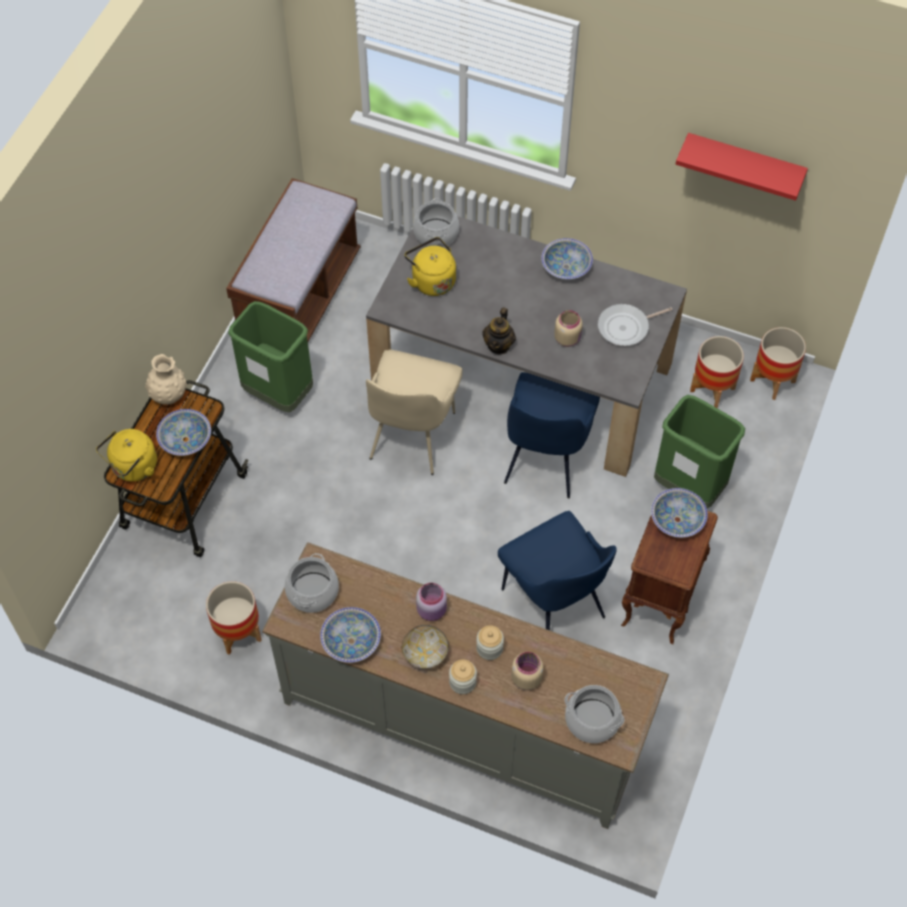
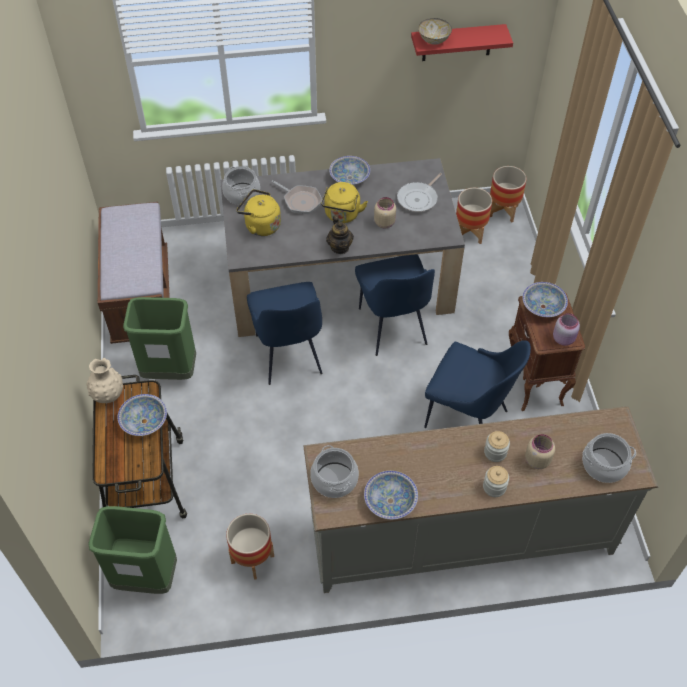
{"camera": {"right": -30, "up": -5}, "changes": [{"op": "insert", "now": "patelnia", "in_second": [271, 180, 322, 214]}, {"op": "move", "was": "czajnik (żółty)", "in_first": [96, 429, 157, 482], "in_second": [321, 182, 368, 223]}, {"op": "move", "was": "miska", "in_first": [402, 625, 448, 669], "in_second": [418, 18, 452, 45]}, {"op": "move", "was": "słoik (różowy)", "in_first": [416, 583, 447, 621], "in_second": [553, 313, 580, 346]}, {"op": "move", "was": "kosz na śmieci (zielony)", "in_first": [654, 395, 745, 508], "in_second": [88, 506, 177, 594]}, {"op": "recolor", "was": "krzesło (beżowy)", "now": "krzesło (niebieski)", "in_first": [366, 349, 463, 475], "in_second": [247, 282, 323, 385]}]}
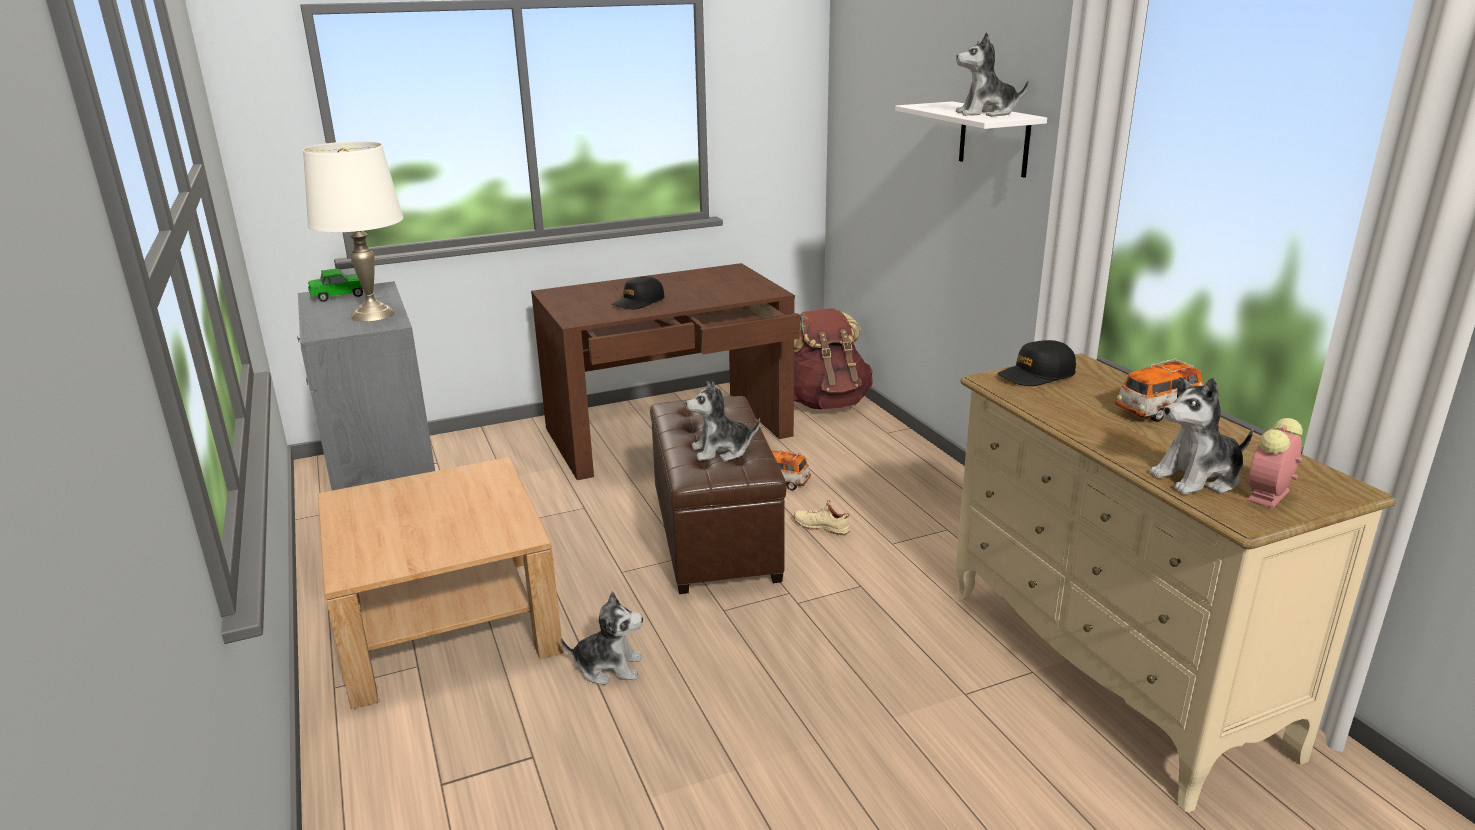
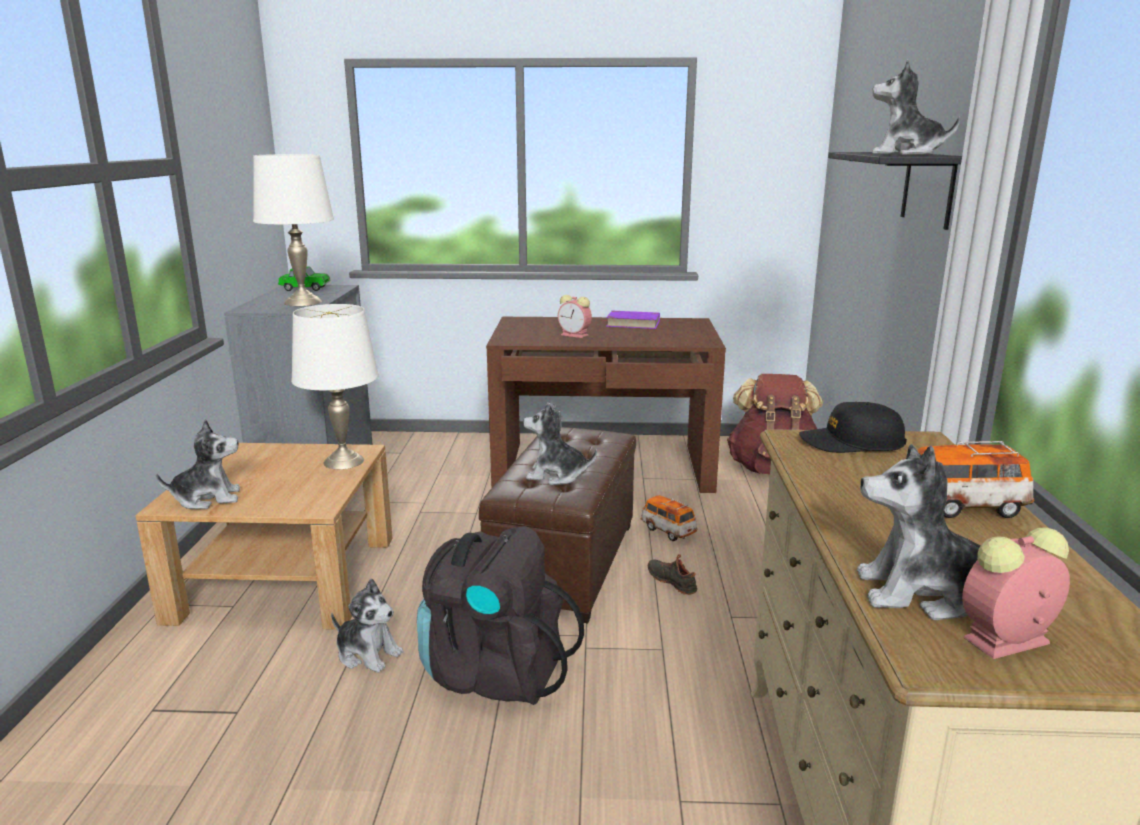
{"camera": {"right": 25, "up": -5}, "changes": [{"op": "insert", "now": "pluszak", "in_second": [156, 419, 240, 509]}, {"op": "insert", "now": "lampa stołowa (biały)", "in_second": [291, 304, 379, 469]}, {"op": "insert", "now": "plecak (czarny)", "in_second": [417, 526, 584, 705]}, {"op": "insert", "now": "książka (fioletowy)", "in_second": [602, 311, 660, 329]}, {"op": "replace", "was": "czapka z daszkiem (czarny)", "now": "budzik", "in_first": [612, 276, 665, 309], "in_second": [558, 295, 592, 338]}, {"op": "recolor", "was": "but (beżowy)", "now": "but (czarny)", "in_first": [794, 500, 850, 535], "in_second": [648, 554, 697, 595]}, {"op": "recolor", "was": "półka (biały)", "now": "półka (czarny)", "in_first": [895, 101, 1047, 178], "in_second": [828, 152, 962, 230]}]}
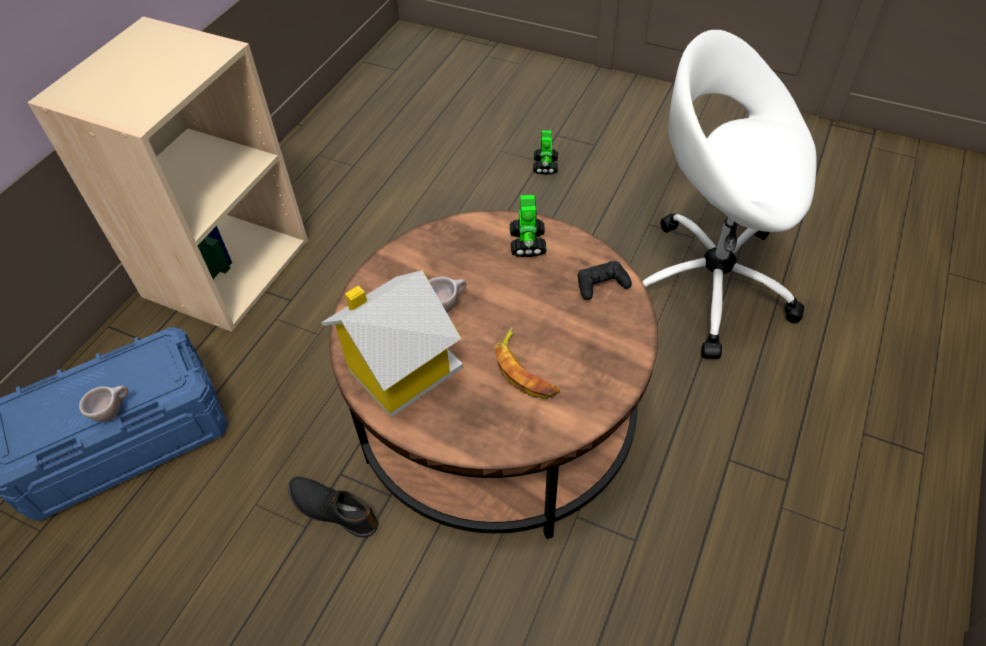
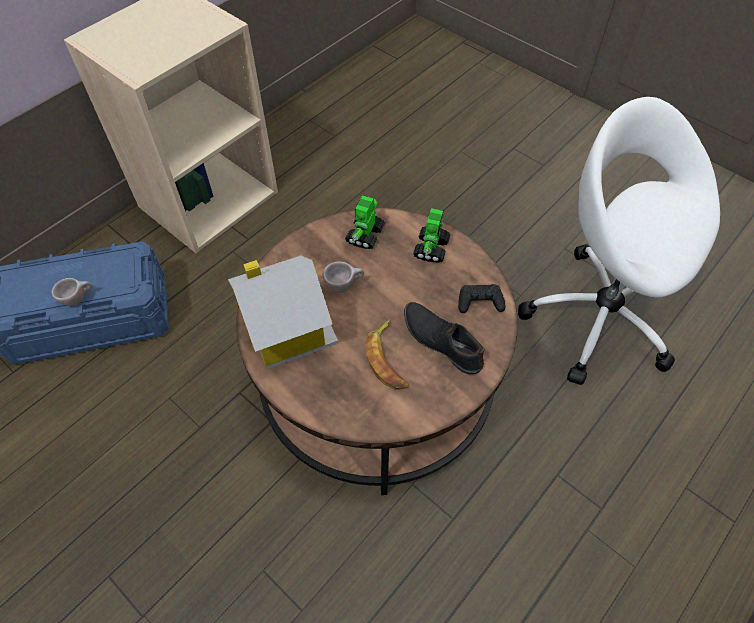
{"camera": {"right": 15, "up": 5}, "changes": [{"op": "move", "was": "but (czarny)", "in_first": [288, 477, 379, 537], "in_second": [404, 302, 484, 374]}, {"op": "move", "was": "robot zabawkowy", "in_first": [533, 130, 558, 175], "in_second": [345, 195, 385, 249]}]}
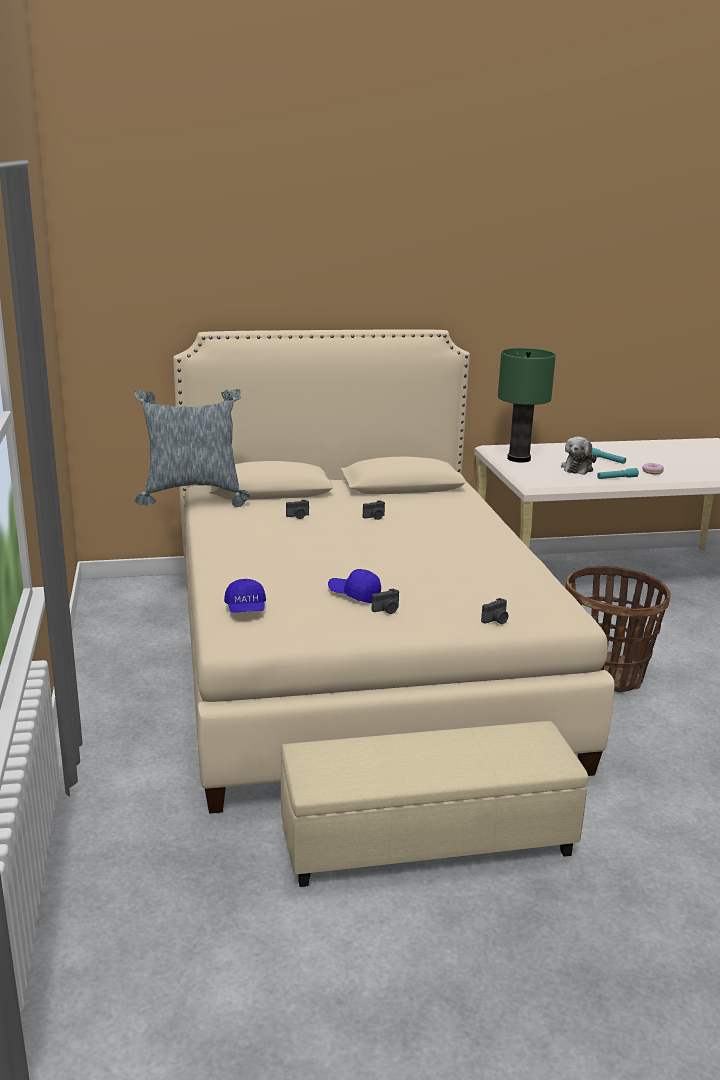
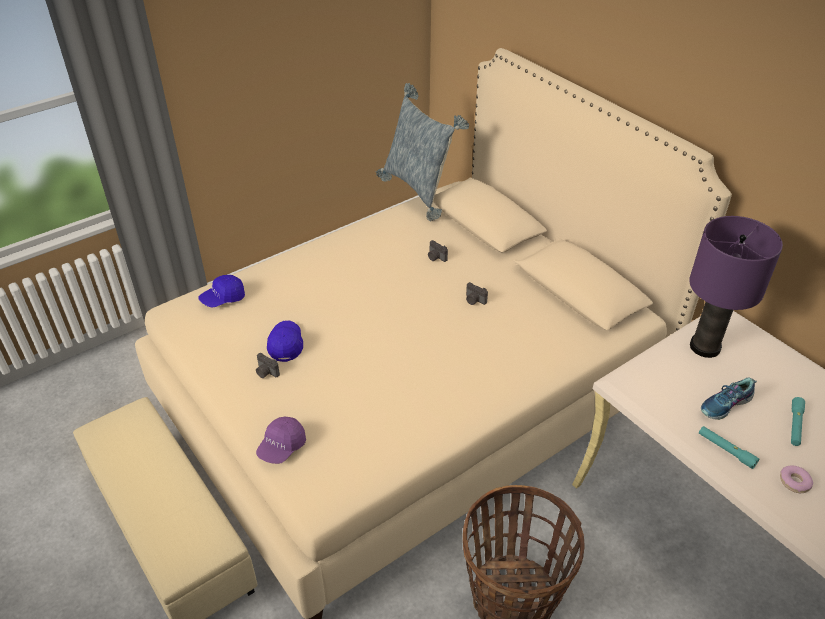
{"camera": {"right": 65, "up": 20}, "changes": [{"op": "replace", "was": "aparat fotograficzny", "now": "czapka z daszkiem (fioletowy)", "in_first": [481, 598, 508, 624], "in_second": [256, 416, 306, 464]}, {"op": "replace", "was": "pluszak", "now": "but", "in_first": [561, 437, 597, 475], "in_second": [701, 377, 757, 420]}, {"op": "recolor", "was": "lampa stołowa (zielony)", "now": "lampa stołowa (fioletowy)", "in_first": [498, 348, 556, 463], "in_second": [689, 216, 783, 358]}]}
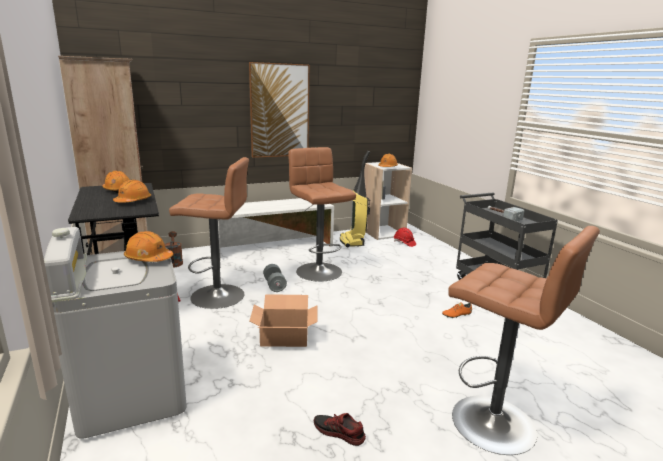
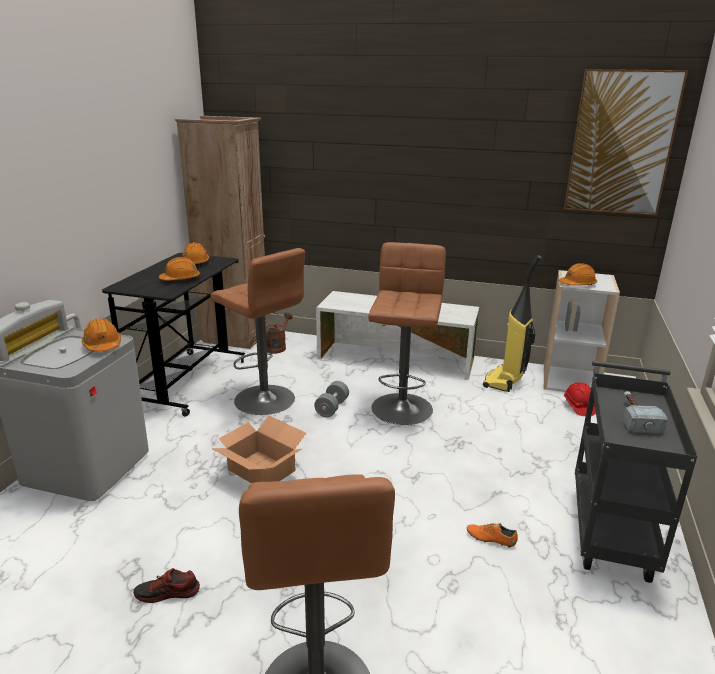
{"camera": {"right": 40, "up": 5}, "changes": [{"op": "move", "was": "obraz", "in_first": [249, 62, 309, 158], "in_second": [564, 69, 688, 216]}, {"op": "rotate", "was": "but", "in_first": [314, 413, 366, 446], "in_second": [133, 568, 200, 603], "clockwise": -75}]}
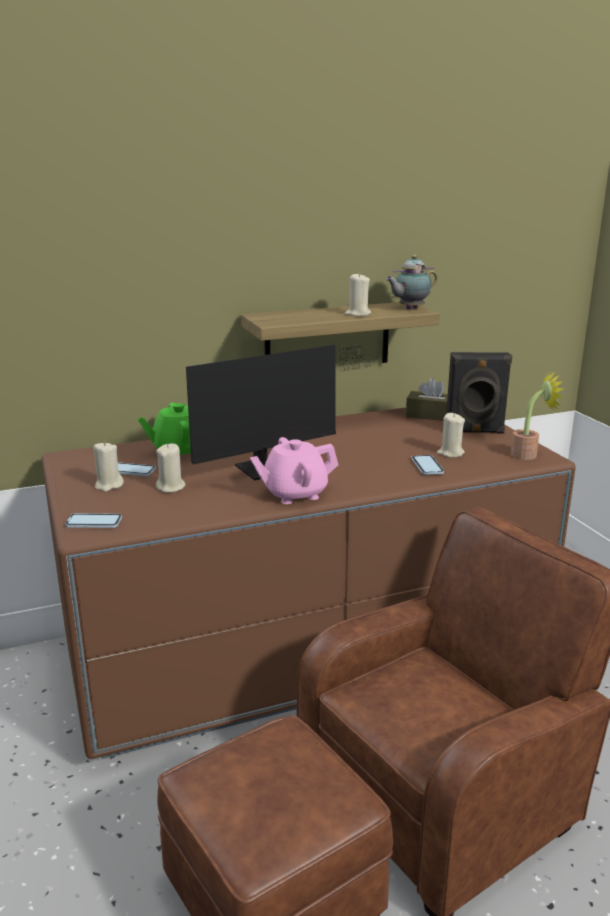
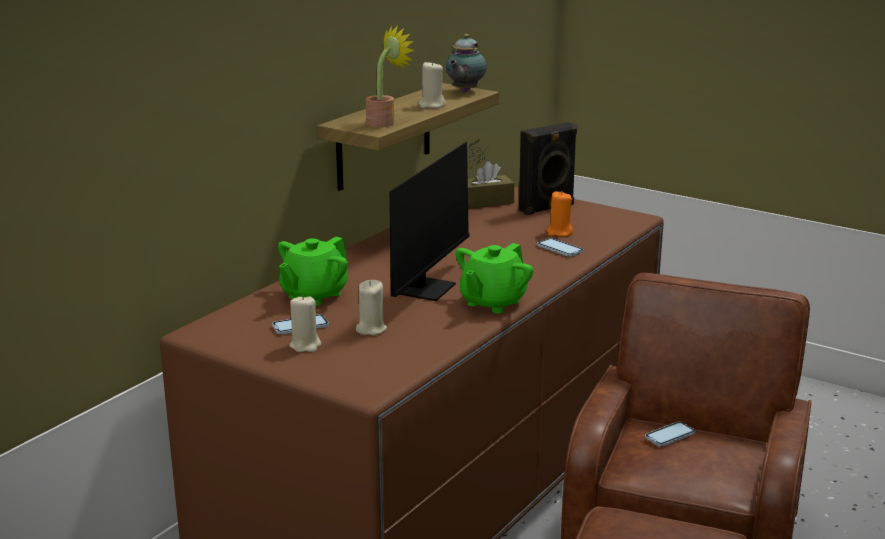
{"camera": {"right": -35, "up": 0}, "changes": [{"op": "move", "was": "telefon", "in_first": [65, 513, 122, 528], "in_second": [645, 421, 696, 447]}, {"op": "move", "was": "roślina doniczkowa", "in_first": [511, 371, 564, 460], "in_second": [366, 25, 415, 127]}, {"op": "recolor", "was": "imbryk (różowy)", "now": "imbryk (zielony)", "in_first": [250, 437, 338, 504], "in_second": [456, 243, 533, 313]}, {"op": "recolor", "was": "świeca (beżowy)", "now": "świeca (pomarańczowy)", "in_first": [437, 413, 465, 458], "in_second": [547, 191, 573, 237]}]}
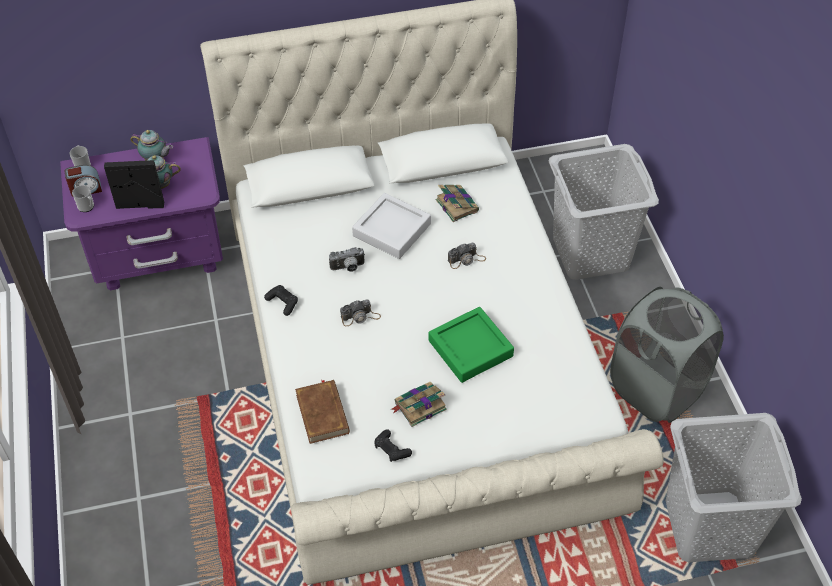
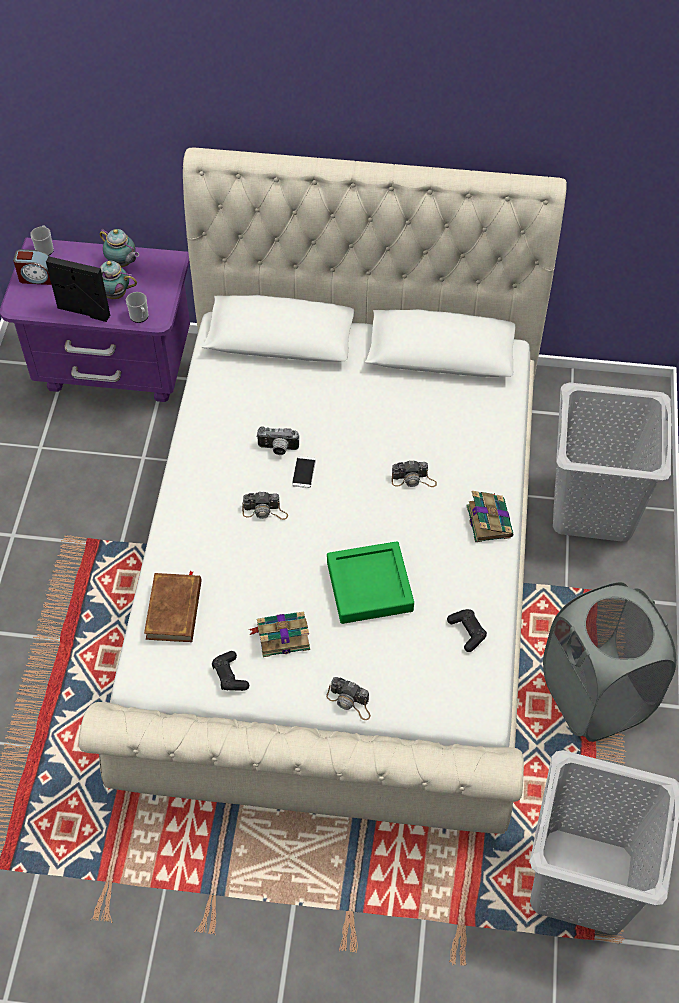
{"camera": {"right": 20, "up": 5}, "changes": [{"op": "delete", "was": "taca (szary)", "in_first": [352, 193, 431, 259]}, {"op": "insert", "now": "telefon", "in_second": [292, 456, 316, 488]}, {"op": "insert", "now": "aparat fotograficzny", "in_second": [326, 677, 371, 720]}, {"op": "move", "was": "kubek", "in_first": [72, 185, 94, 212], "in_second": [126, 292, 149, 323]}, {"op": "move", "was": "pad do gier (czarny)", "in_first": [264, 285, 298, 316], "in_second": [447, 609, 487, 652]}, {"op": "move", "was": "książka", "in_first": [436, 185, 479, 222], "in_second": [466, 491, 513, 542]}]}
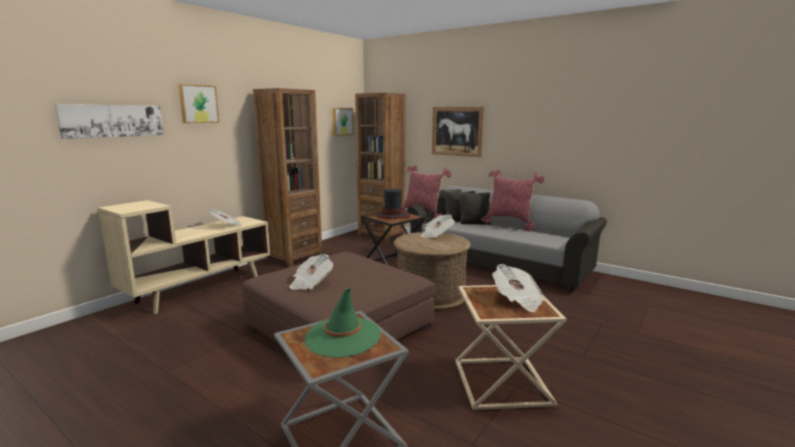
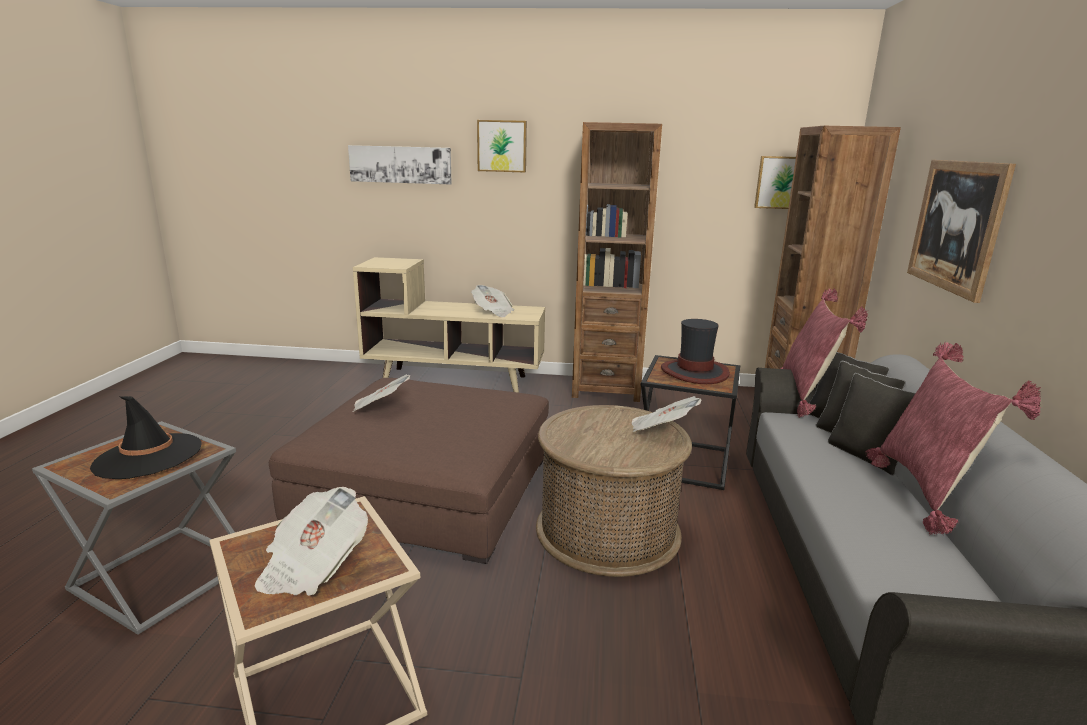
{"camera": {"right": 60, "up": 5}, "changes": [{"op": "recolor", "was": "kapelusz (zielony)", "now": "kapelusz (czarny)", "in_first": [305, 288, 381, 357], "in_second": [90, 396, 202, 479]}]}
